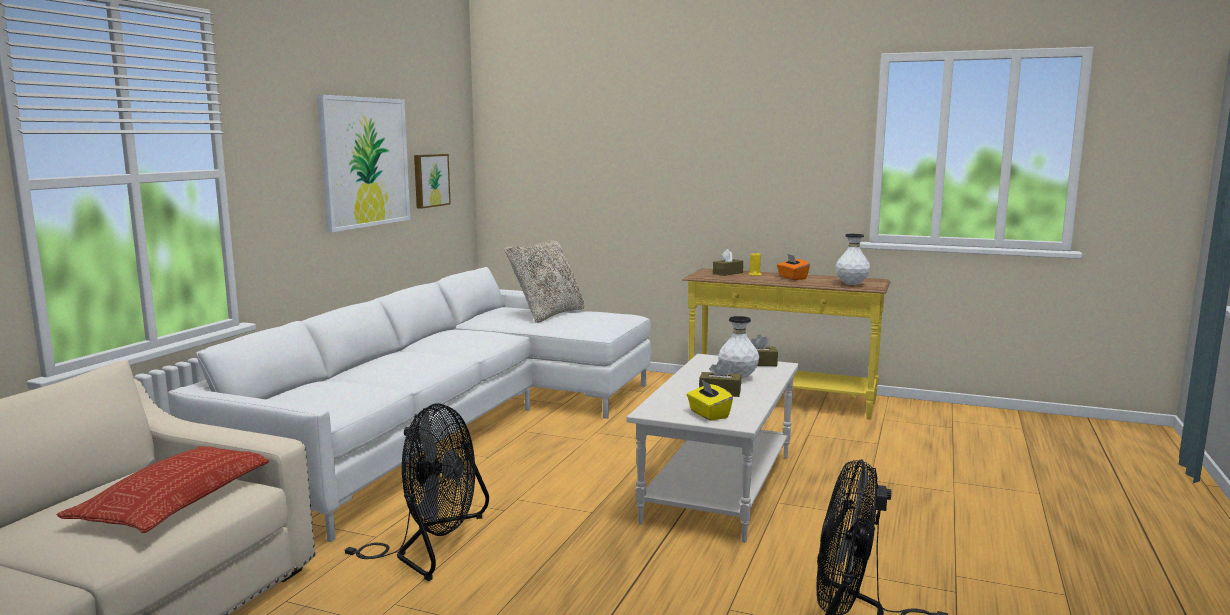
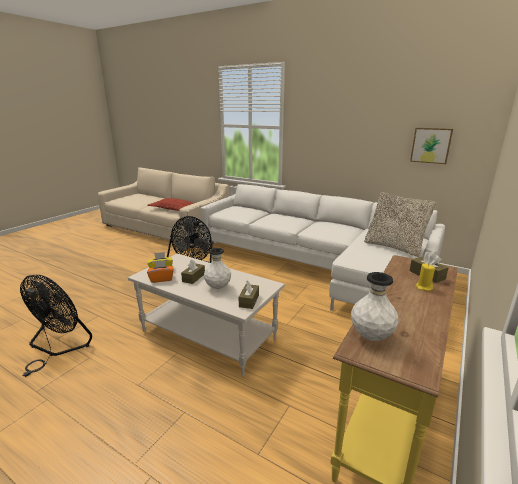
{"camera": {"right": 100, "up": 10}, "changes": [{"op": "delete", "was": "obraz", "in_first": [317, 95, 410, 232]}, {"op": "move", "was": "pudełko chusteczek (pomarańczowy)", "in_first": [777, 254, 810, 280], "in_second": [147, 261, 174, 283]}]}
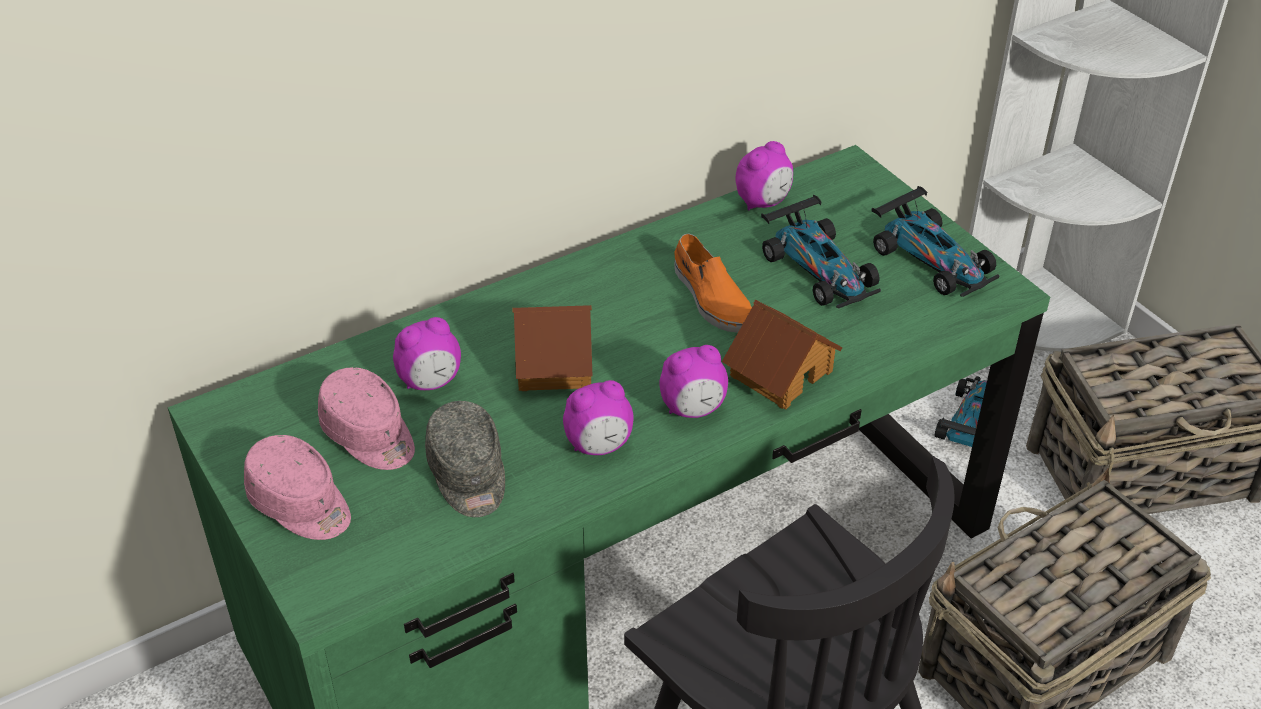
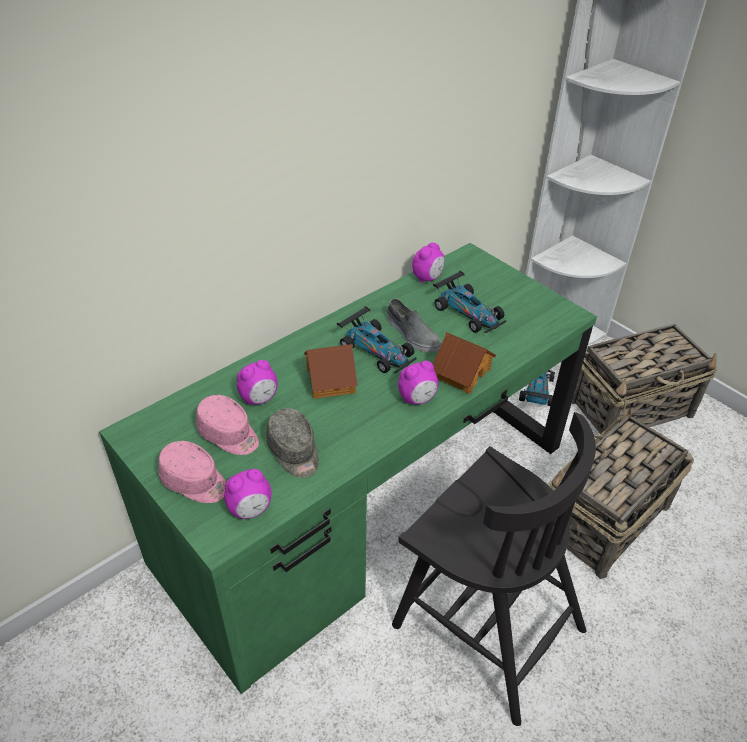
{"camera": {"right": -10, "up": 0}, "changes": [{"op": "move", "was": "budzik", "in_first": [563, 380, 634, 455], "in_second": [224, 469, 272, 519]}, {"op": "move", "was": "samochodzik", "in_first": [872, 186, 999, 297], "in_second": [337, 306, 417, 373]}, {"op": "recolor", "was": "but (pomarańczowy)", "now": "but (szary)", "in_first": [674, 233, 752, 332], "in_second": [387, 298, 441, 352]}]}
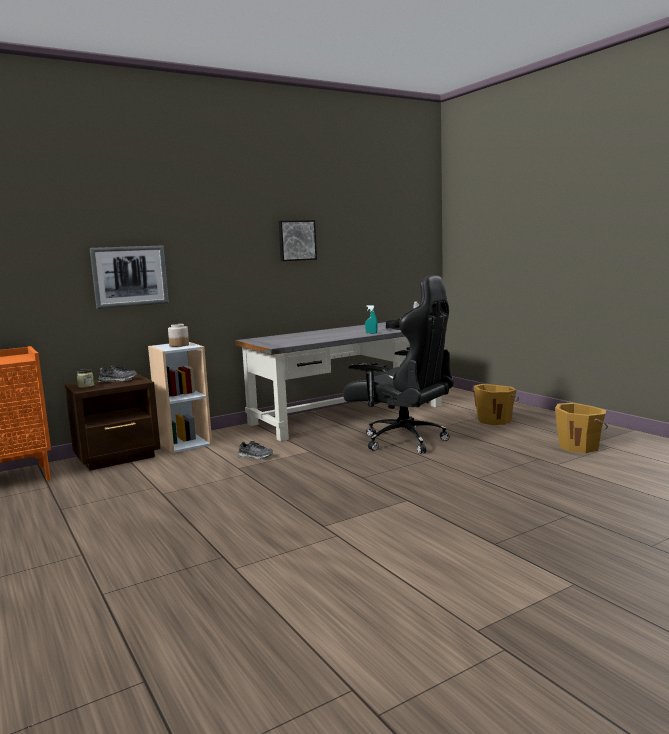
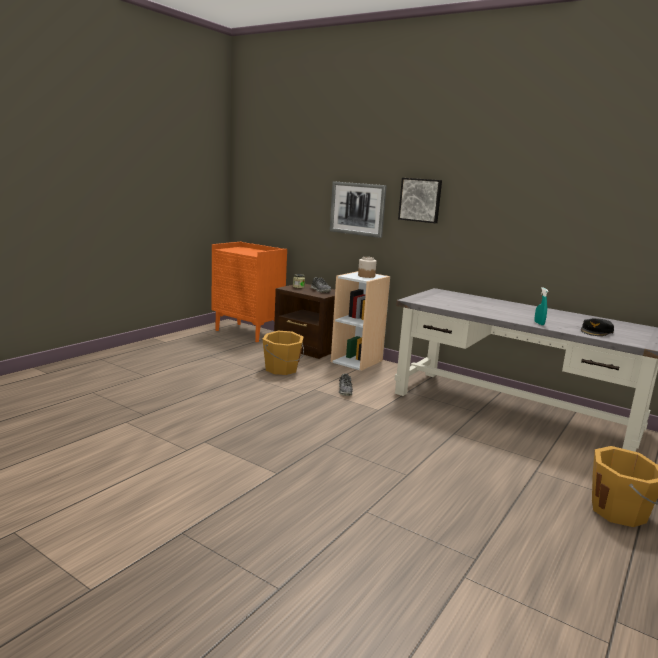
{"camera": {"right": 65, "up": 5}, "changes": [{"op": "delete", "was": "krzesło biurowe (czarny)", "in_first": [343, 275, 454, 454]}, {"op": "move", "was": "obraz", "in_first": [279, 220, 317, 261], "in_second": [398, 178, 442, 223]}, {"op": "move", "was": "wiadro (pomarańczowy)", "in_first": [555, 403, 608, 453], "in_second": [262, 331, 304, 375]}]}
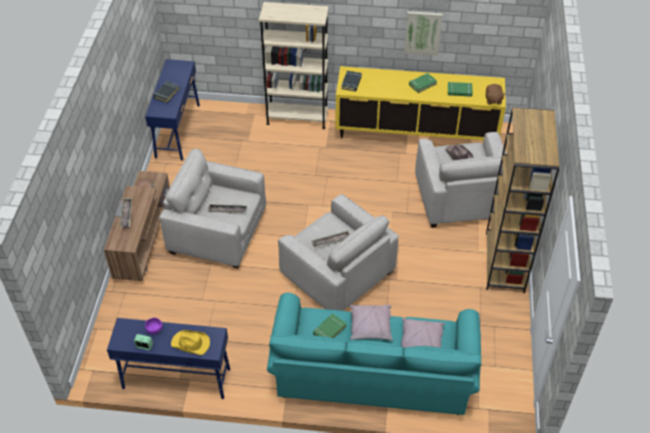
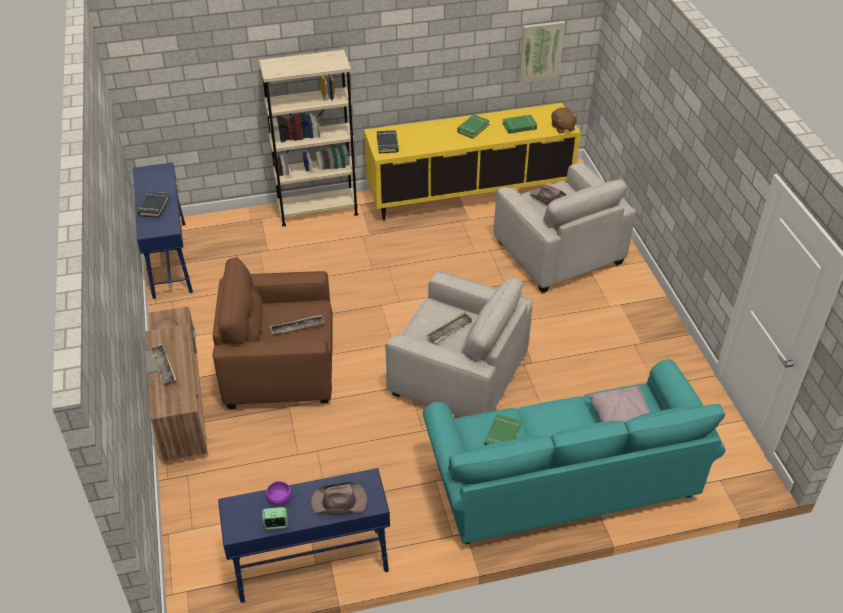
{"camera": {"right": -20, "up": -5}, "changes": [{"op": "delete", "was": "poduszka (fioletowy)", "in_first": [350, 305, 393, 341]}, {"op": "delete", "was": "regał (brązowy)", "in_first": [486, 107, 559, 293]}, {"op": "move", "was": "obraz", "in_first": [404, 11, 442, 56], "in_second": [519, 21, 565, 83]}, {"op": "recolor", "was": "fotel (szary)", "now": "fotel (brązowy)", "in_first": [159, 149, 266, 268], "in_second": [212, 257, 333, 409]}, {"op": "recolor", "was": "kapelusz (żółty)", "now": "kapelusz (brązowy)", "in_first": [171, 330, 210, 355], "in_second": [311, 482, 367, 514]}]}
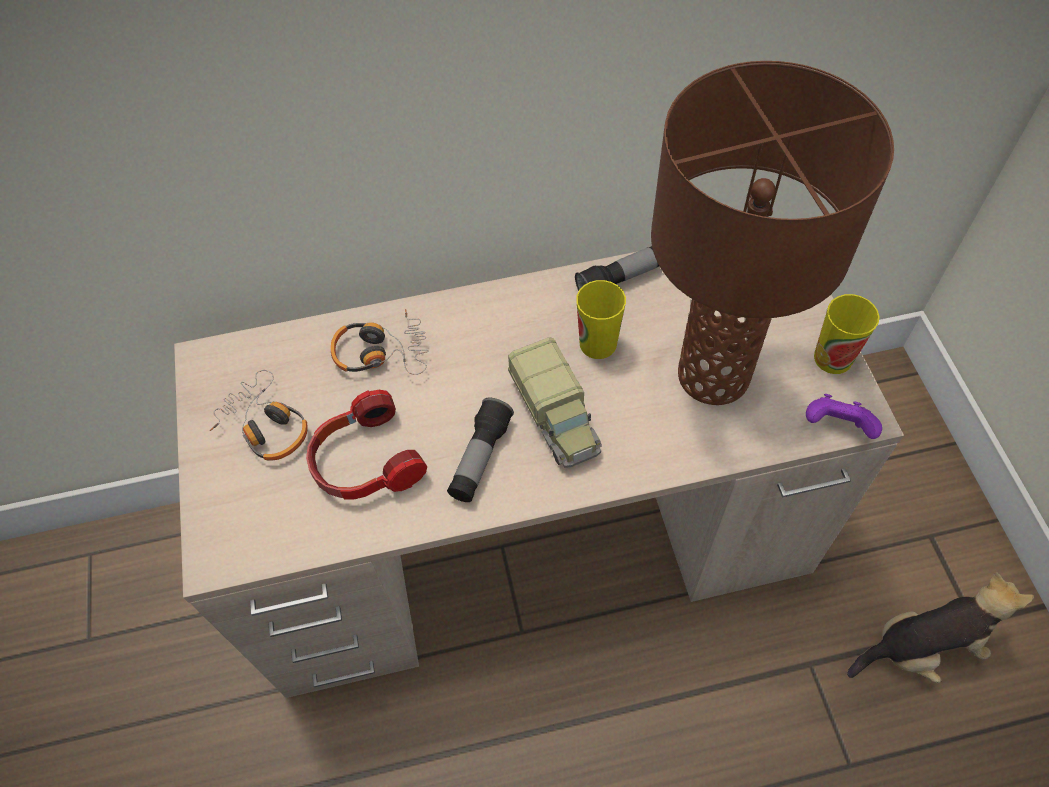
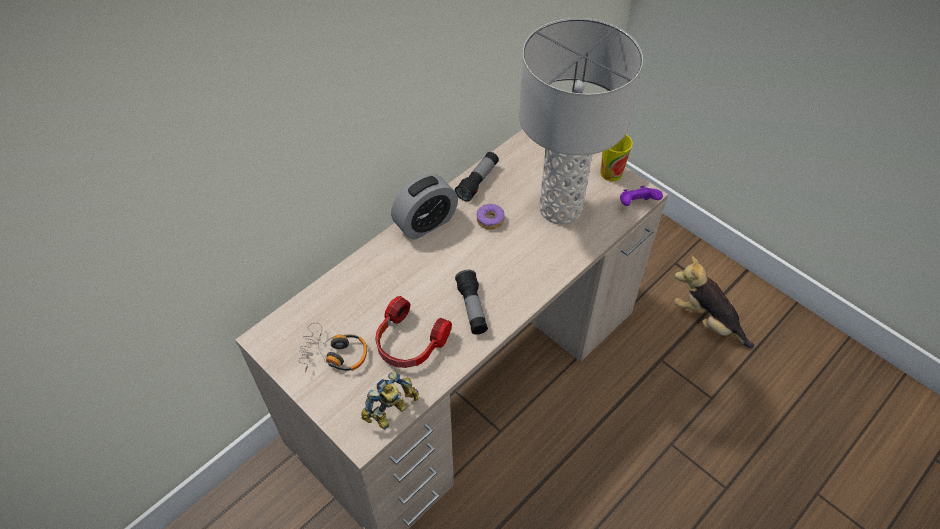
{"camera": {"right": -35, "up": -5}, "changes": [{"op": "delete", "was": "słuchawki", "in_first": [331, 309, 429, 375]}, {"op": "delete", "was": "ciężarówka zabawkowa", "in_first": [508, 337, 602, 468]}, {"op": "insert", "now": "robot zabawkowy", "in_second": [361, 371, 419, 429]}, {"op": "insert", "now": "budzik", "in_second": [391, 174, 458, 240]}, {"op": "replace", "was": "filiżanka", "now": "donut", "in_first": [576, 280, 626, 359], "in_second": [477, 204, 505, 229]}, {"op": "recolor", "was": "lampa stołowa (brązowy)", "now": "lampa stołowa (biały)", "in_first": [651, 61, 894, 405], "in_second": [519, 18, 643, 224]}, {"op": "rotate", "was": "pluszak", "in_first": [847, 572, 1034, 683], "in_second": [674, 256, 754, 349], "clockwise": -90}]}
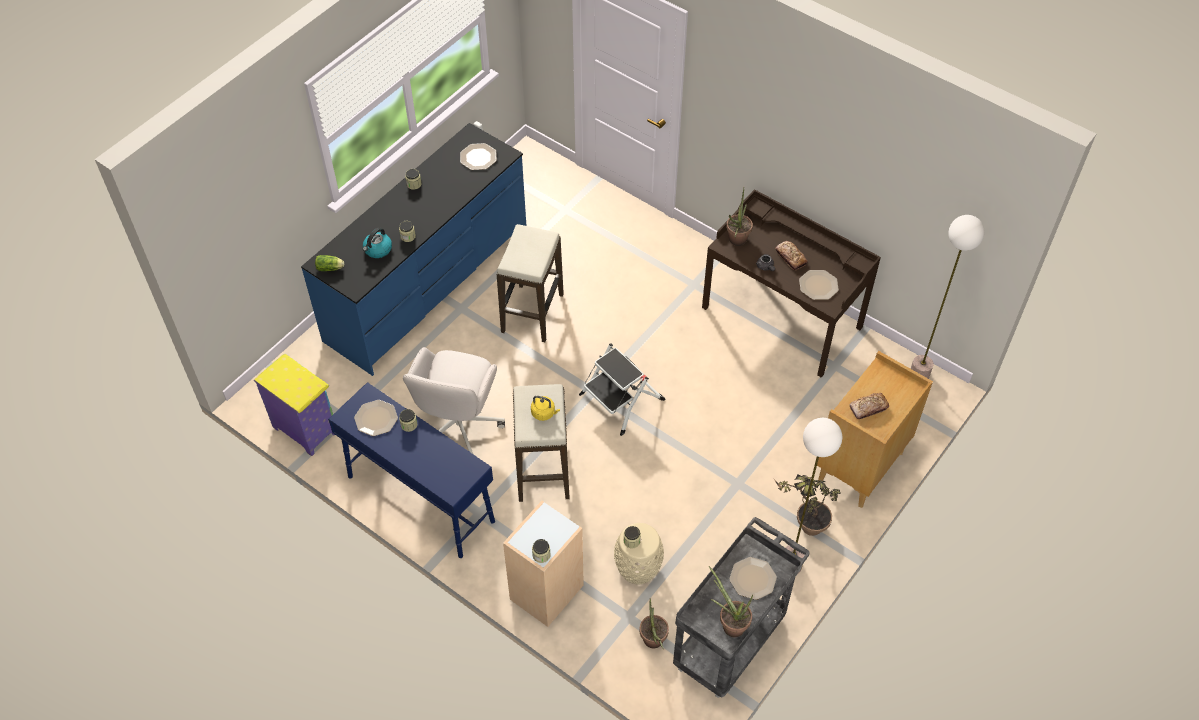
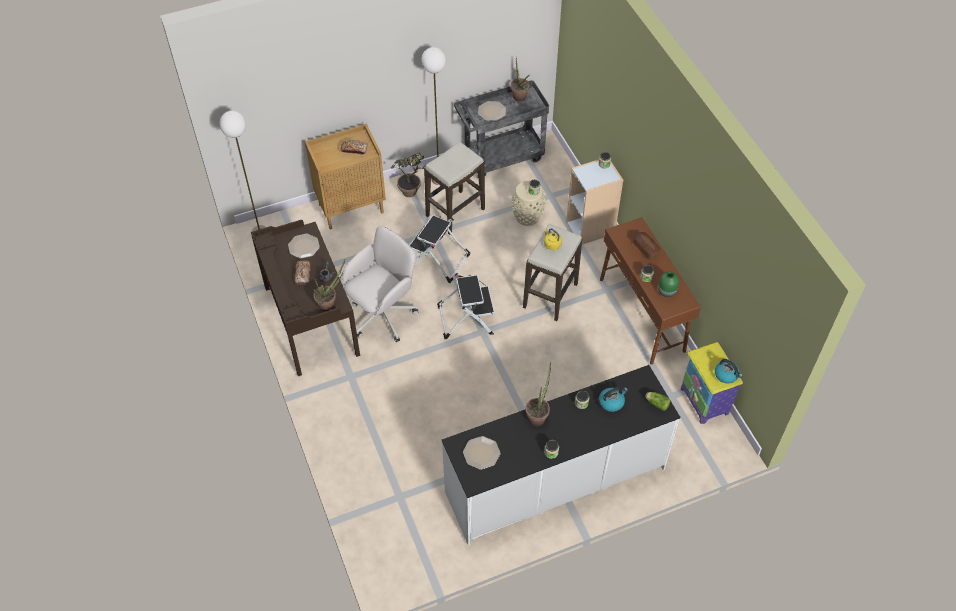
{"camera": {"right": -150, "up": 0}, "changes": [{"op": "insert", "now": "drabinka", "in_second": [410, 215, 471, 283]}, {"op": "insert", "now": "chleb", "in_second": [633, 232, 661, 260]}, {"op": "insert", "now": "czajnik", "in_second": [715, 359, 743, 383]}, {"op": "move", "was": "krzesło biurowe (biały)", "in_first": [403, 347, 505, 455], "in_second": [343, 226, 418, 342]}, {"op": "move", "was": "stołek", "in_first": [497, 224, 564, 342], "in_second": [424, 142, 485, 235]}, {"op": "move", "was": "roślina doniczkowa", "in_first": [639, 599, 669, 649], "in_second": [525, 362, 551, 426]}, {"op": "replace", "was": "talerz", "now": "wazon (zielony)", "in_first": [354, 400, 398, 436], "in_second": [658, 272, 679, 297]}, {"op": "recolor", "was": "komoda (niebieski)", "now": "komoda (biały)", "in_first": [301, 123, 526, 376], "in_second": [442, 365, 681, 546]}, {"op": "recolor", "was": "stolik konsolowy (niebieski)", "now": "stolik konsolowy (brązowy)", "in_first": [328, 382, 495, 558], "in_second": [600, 217, 701, 365]}]}
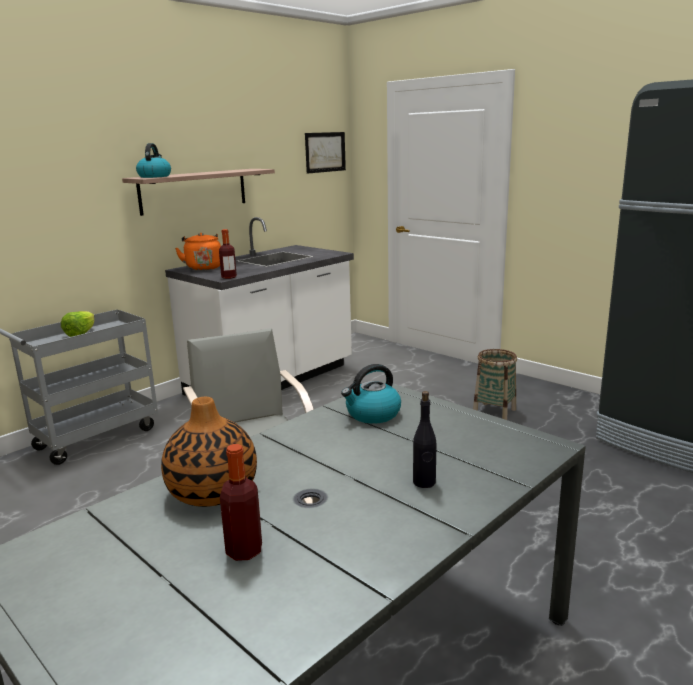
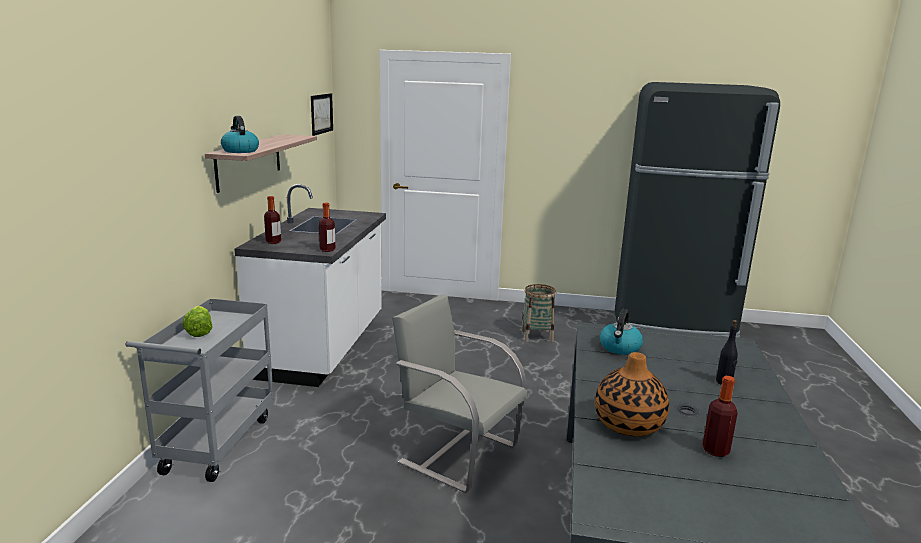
{"camera": {"right": -35, "up": 0}, "changes": [{"op": "replace", "was": "czajnik (pomarańczowy)", "now": "butelka", "in_first": [175, 233, 221, 271], "in_second": [264, 196, 281, 244]}]}
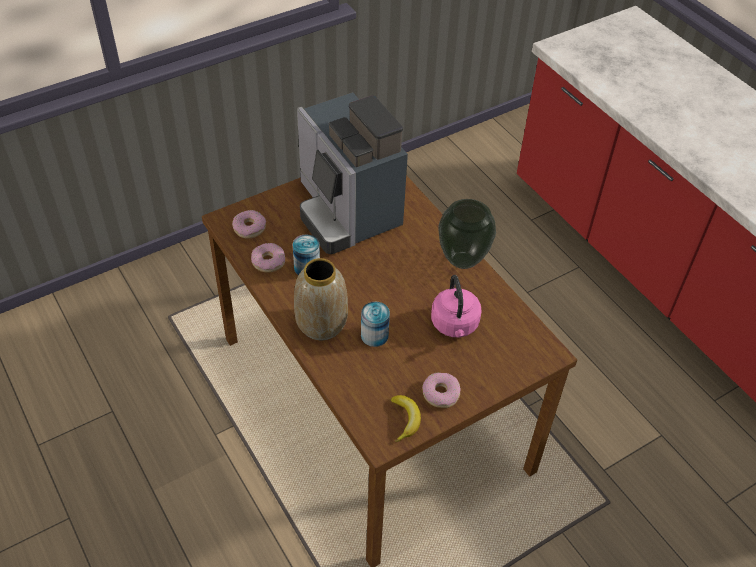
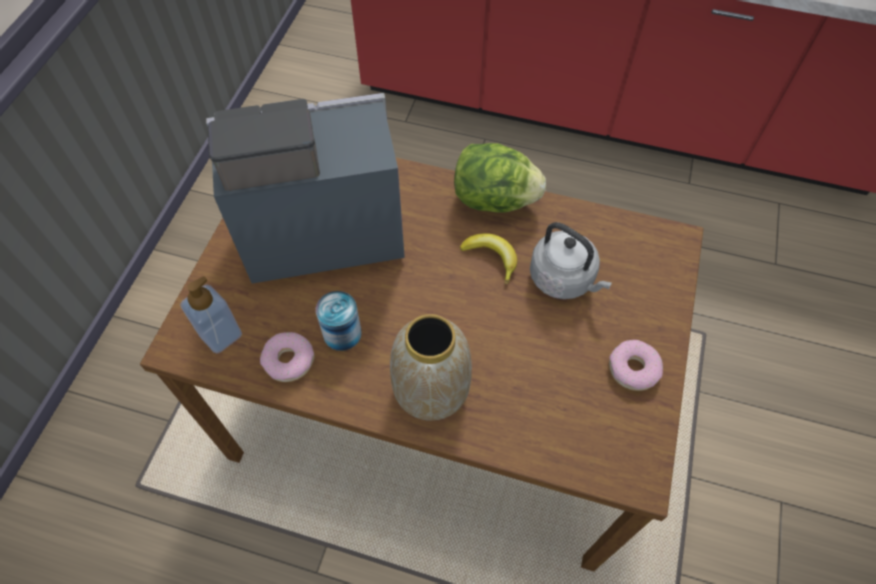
{"camera": {"right": -40, "up": 10}, "changes": [{"op": "delete", "was": "puszka", "in_first": [361, 302, 390, 347]}, {"op": "move", "was": "banan", "in_first": [391, 395, 421, 442], "in_second": [460, 233, 517, 284]}, {"op": "replace", "was": "donut", "now": "dozownik mydła", "in_first": [232, 210, 266, 239], "in_second": [180, 276, 242, 354]}, {"op": "replace", "was": "wazon", "now": "sałata", "in_first": [438, 199, 496, 269], "in_second": [454, 143, 546, 213]}, {"op": "recolor", "was": "czajnik (różowy)", "now": "czajnik (szary)", "in_first": [431, 275, 482, 338], "in_second": [530, 222, 612, 299]}, {"op": "rotate", "was": "ekspres do kawy", "in_first": [297, 92, 408, 254], "in_second": [206, 93, 405, 284], "clockwise": 150}]}
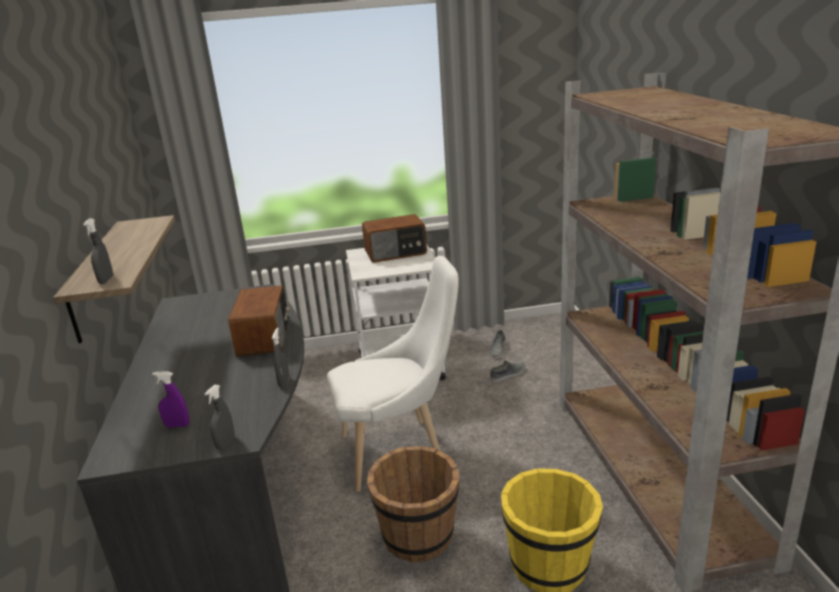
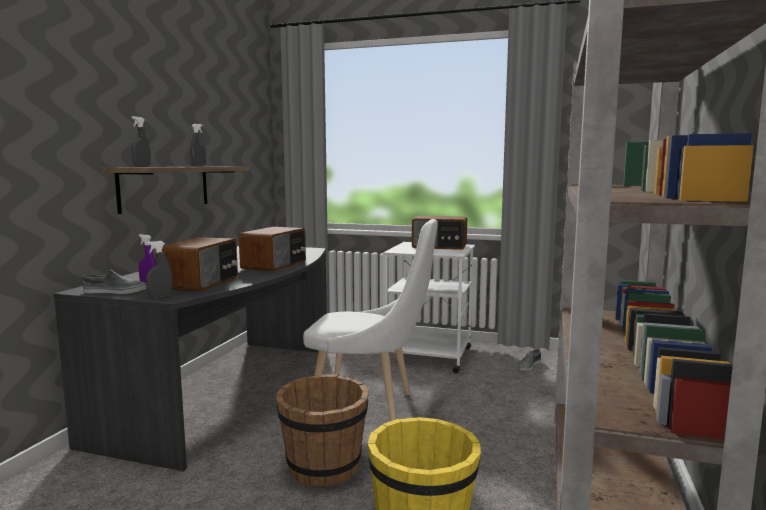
{"camera": {"right": 25, "up": -15}, "changes": [{"op": "insert", "now": "radio", "in_second": [162, 237, 238, 291]}, {"op": "move", "was": "spryskiwacz (szary)", "in_first": [272, 328, 289, 387], "in_second": [190, 124, 206, 167]}, {"op": "move", "was": "but (szary)", "in_first": [490, 361, 525, 382], "in_second": [82, 270, 147, 294]}]}
